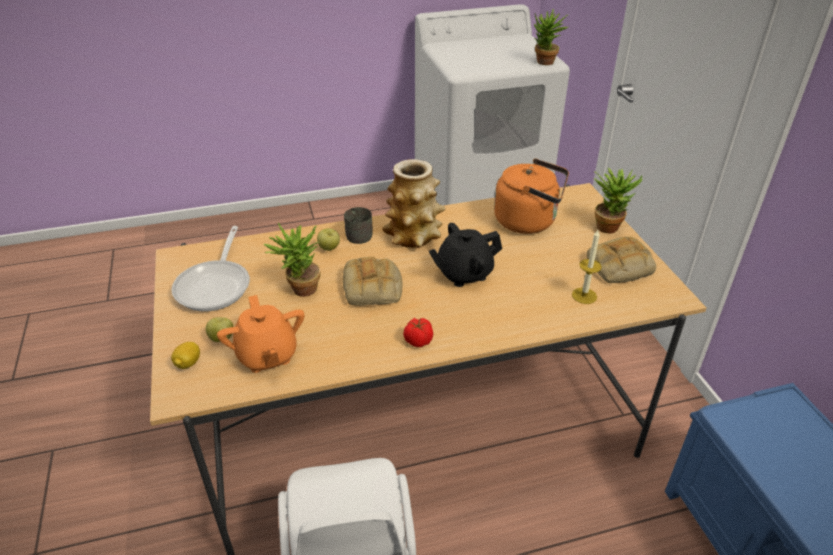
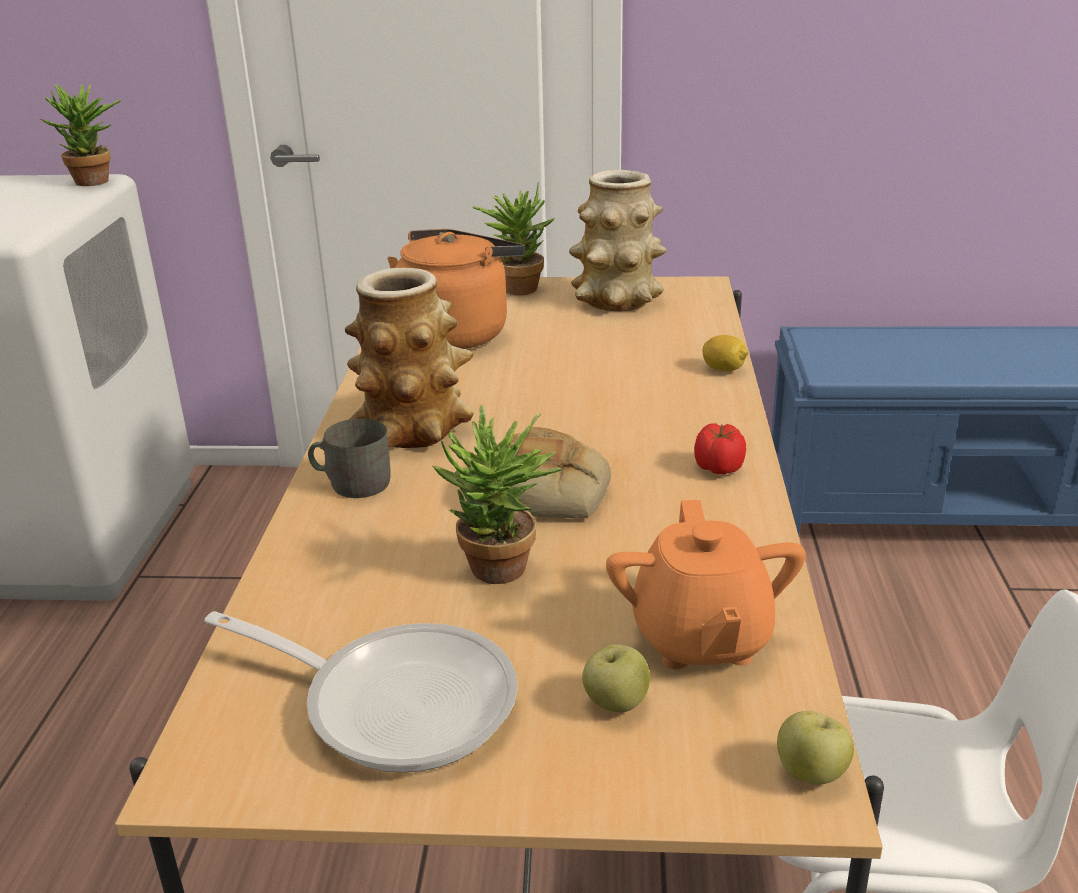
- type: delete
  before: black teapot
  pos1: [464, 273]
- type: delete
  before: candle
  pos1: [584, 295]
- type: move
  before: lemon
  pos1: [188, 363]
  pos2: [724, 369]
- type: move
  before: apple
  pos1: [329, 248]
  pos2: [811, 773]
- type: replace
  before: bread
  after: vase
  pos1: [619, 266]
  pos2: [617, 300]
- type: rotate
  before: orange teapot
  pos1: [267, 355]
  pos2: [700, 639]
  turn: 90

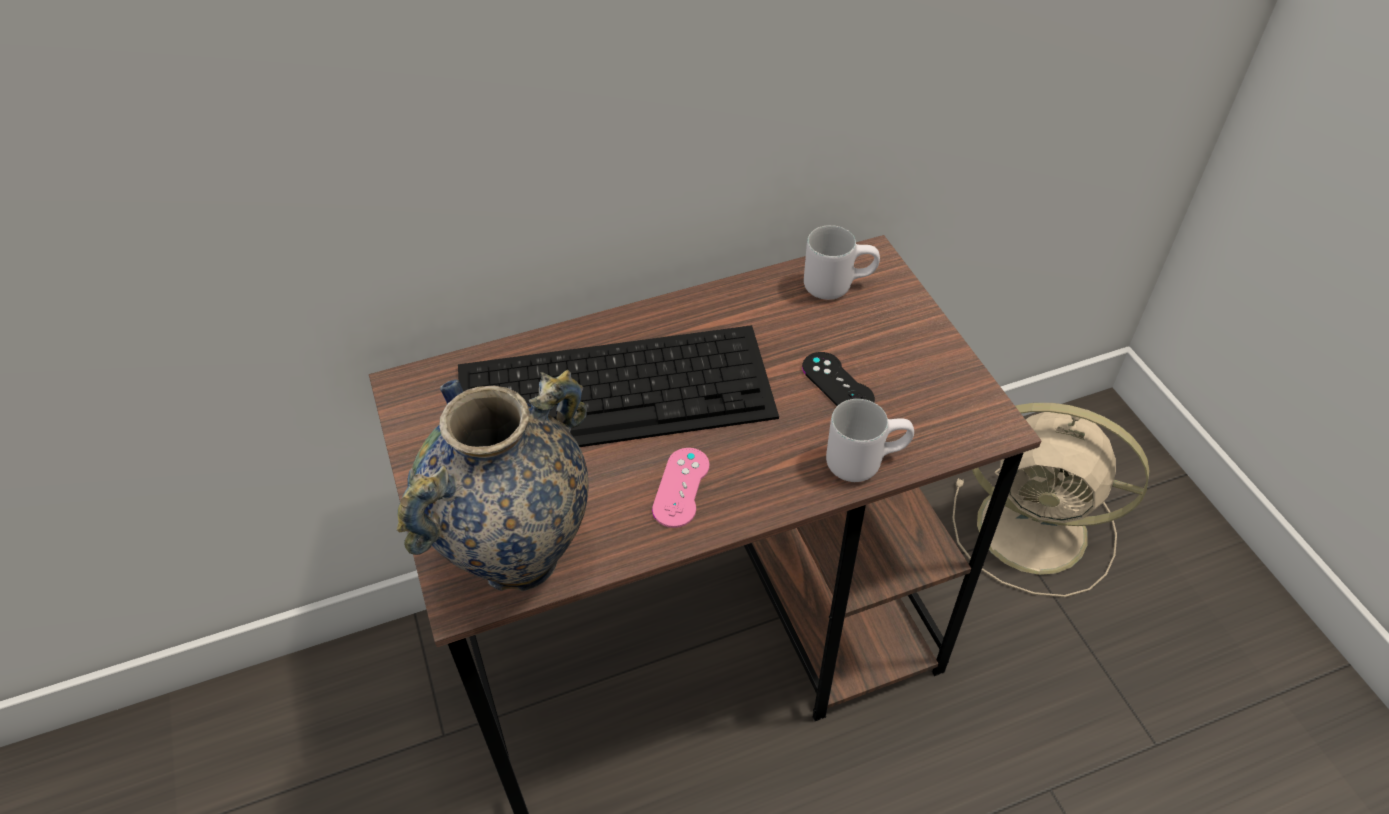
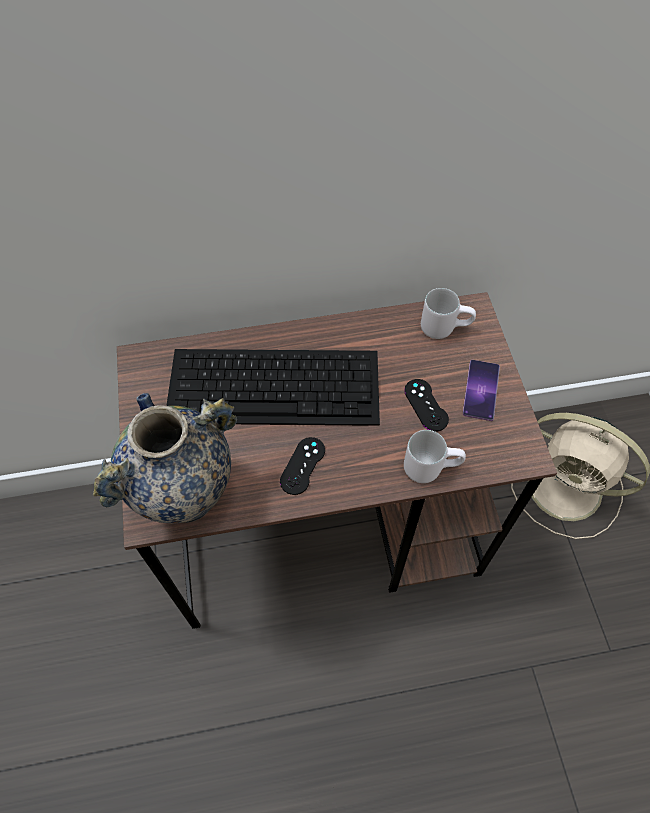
- type: insert
  after: phone
  pos2: [481, 390]
- type: recolor
  before: pink game controller
  after: black game controller
  pos1: [681, 487]
  pos2: [302, 466]

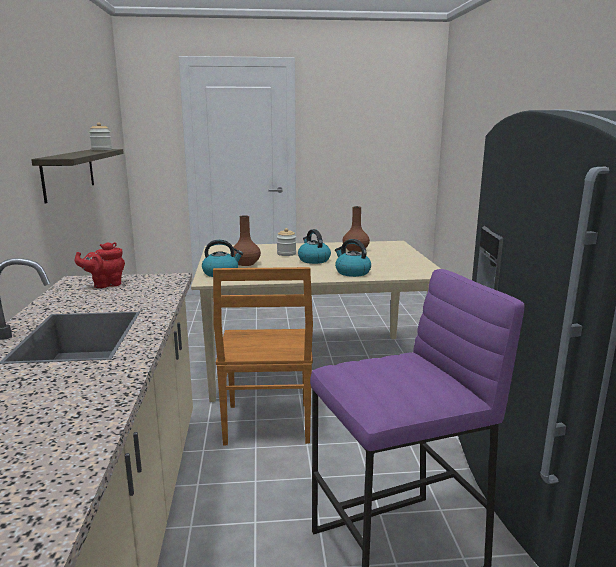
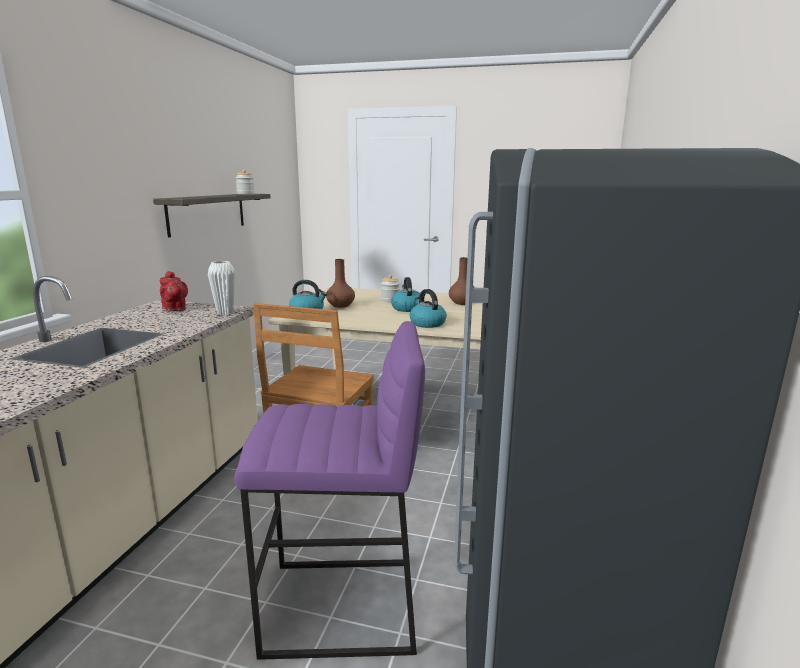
- type: insert
  after: white vase
  pos2: [225, 312]
- type: rotate
  before: red teapot
  pos1: [105, 284]
  pos2: [175, 309]
  turn: -120

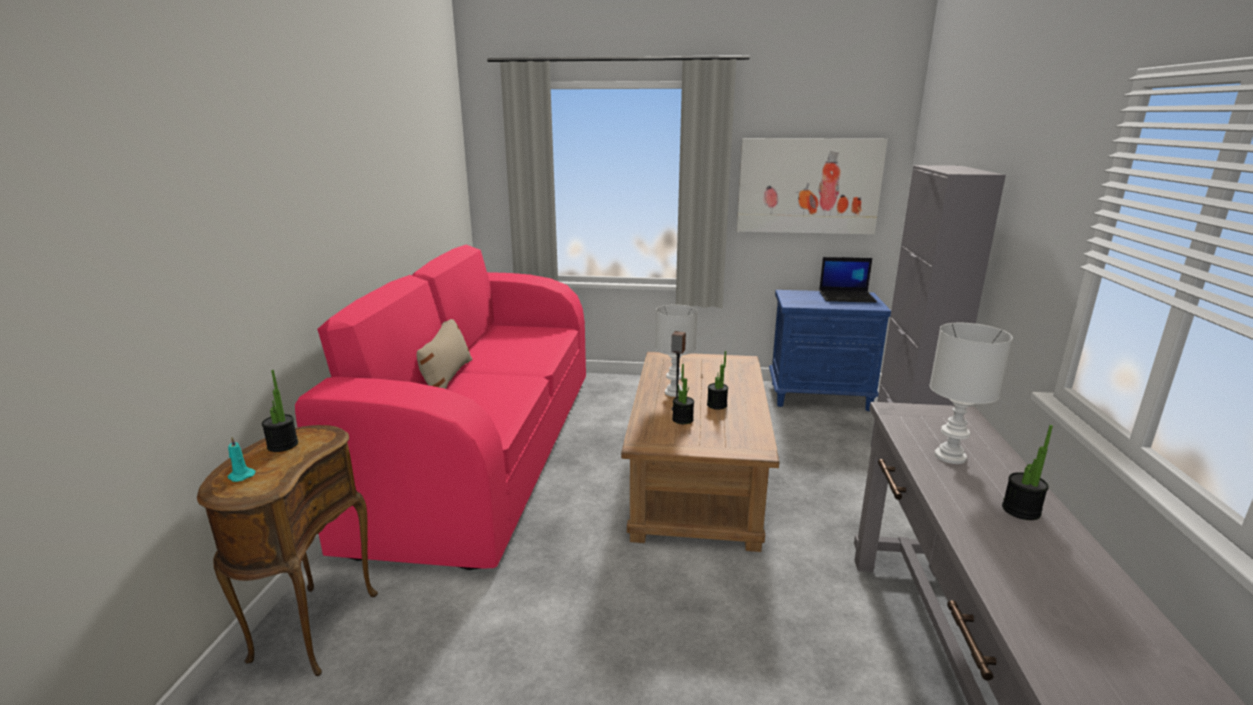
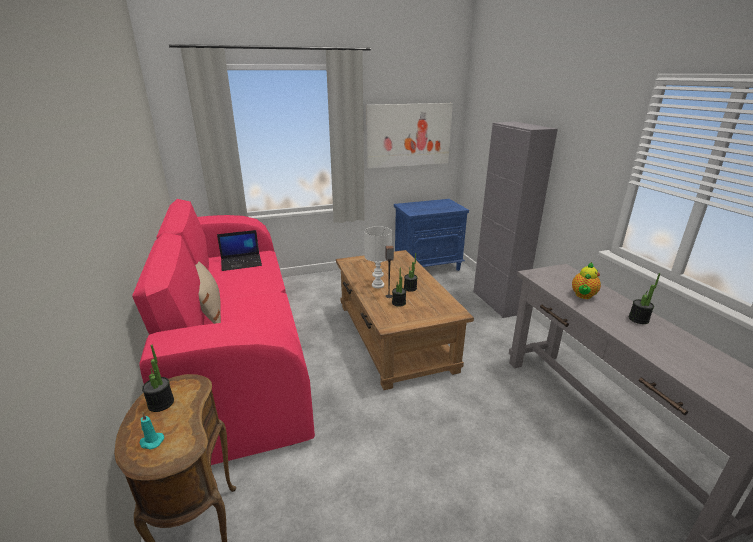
- type: move
  before: laptop
  pos1: [847, 297]
  pos2: [242, 262]
- type: replace
  before: white table lamp
  after: teapot
  pos1: [949, 456]
  pos2: [583, 296]

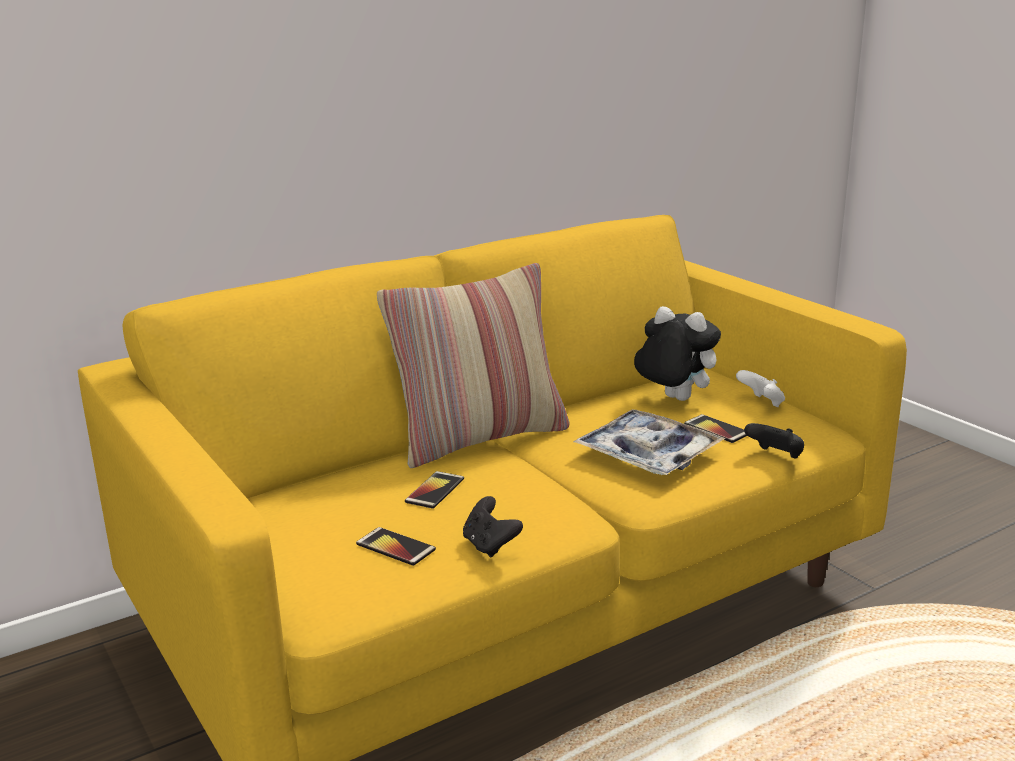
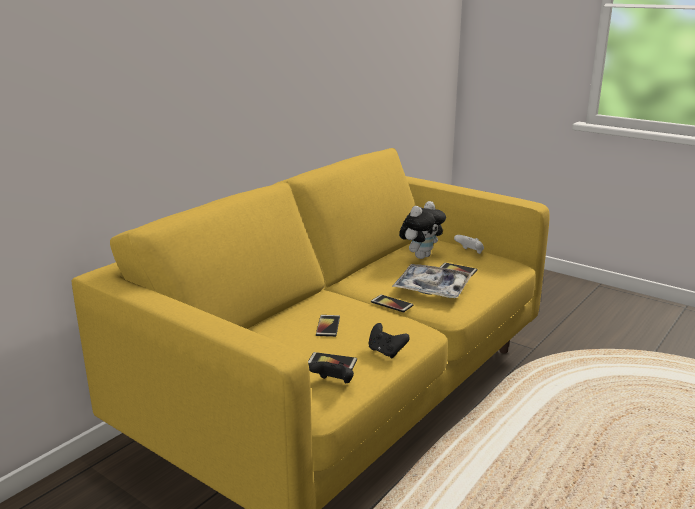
- type: delete
  before: pillow
  pos1: [480, 438]
- type: insert
  after: phone
  pos2: [391, 304]
- type: move
  before: black game controller
  pos1: [775, 456]
  pos2: [333, 384]
- type: rotate
  before: plush toy
  pos1: [673, 399]
  pos2: [421, 256]
  turn: 120

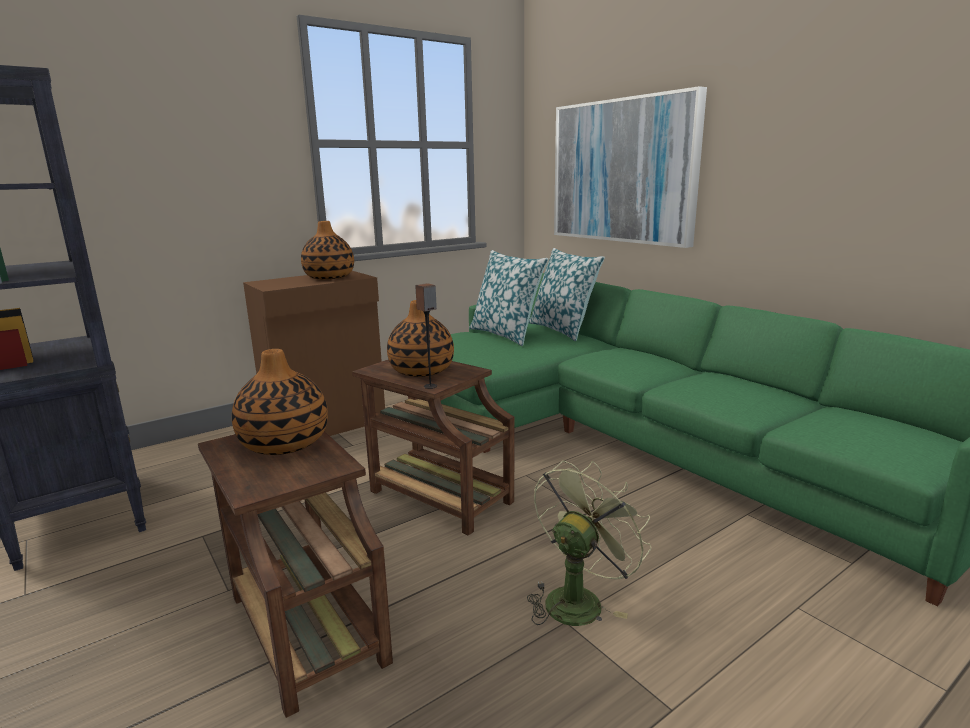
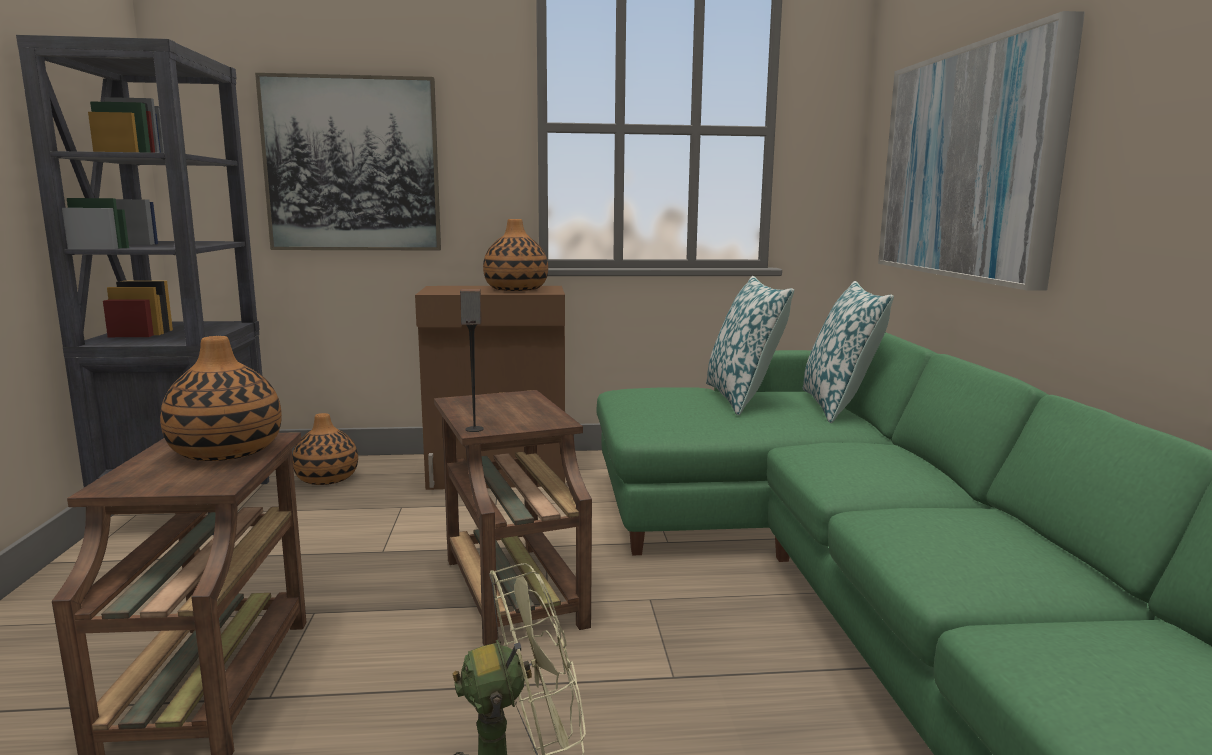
- type: insert
  after: picture
  pos2: [352, 165]
- type: move
  before: vase
  pos1: [421, 370]
  pos2: [327, 478]

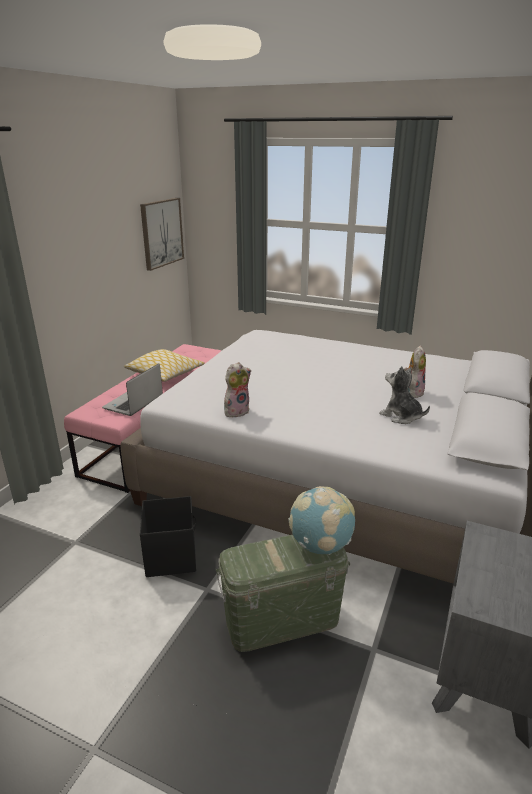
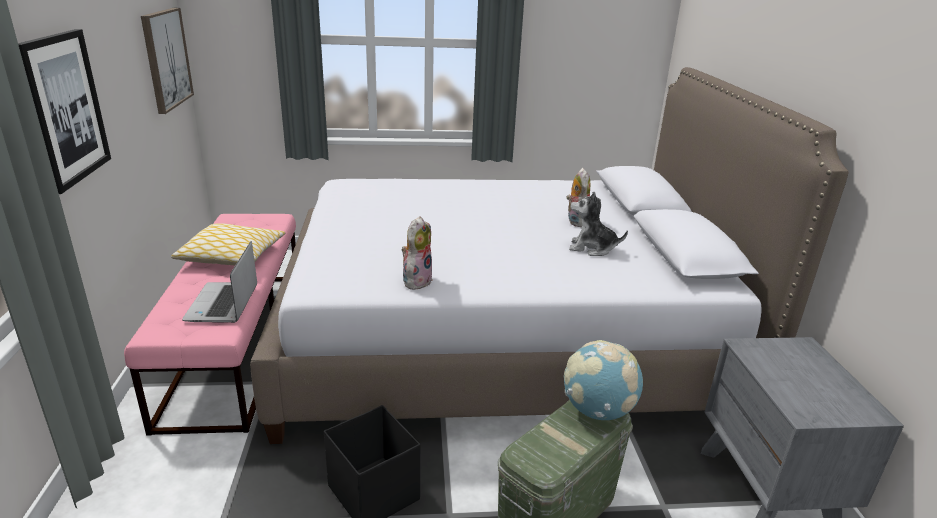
- type: insert
  after: picture
  pos2: [65, 109]

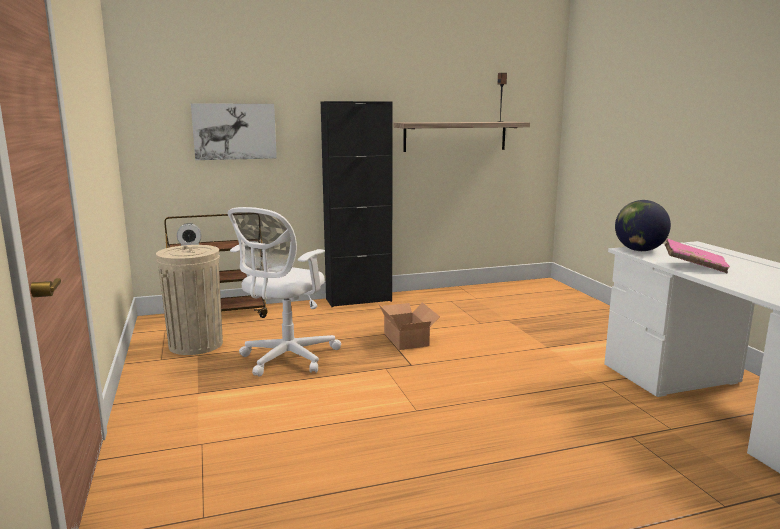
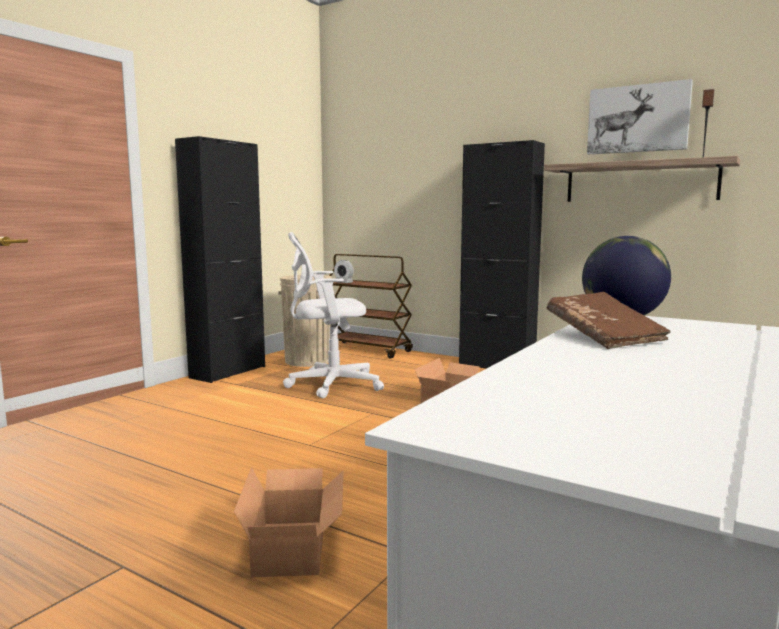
- type: insert
  after: black cabinet
  pos2: [228, 372]
- type: insert
  after: cardboard box
  pos2: [295, 546]
- type: move
  before: picture
  pos1: [234, 131]
  pos2: [638, 119]
- type: recolor
  before: pink book
  after: brown book
  pos1: [694, 266]
  pos2: [604, 337]

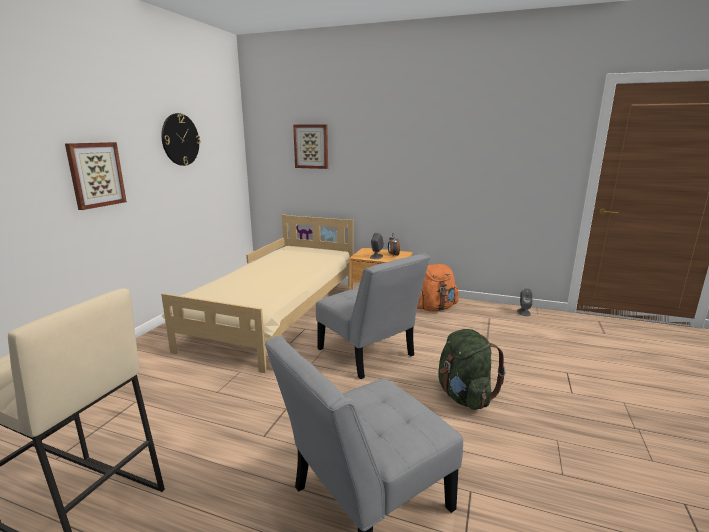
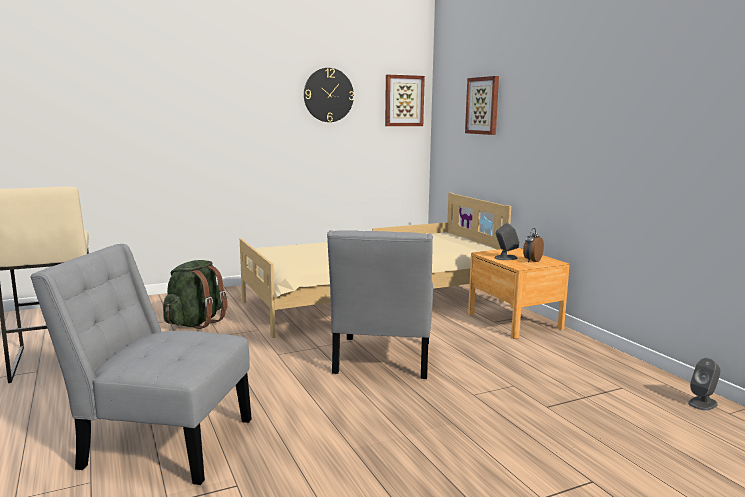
- type: delete
  before: orange backpack
  pos1: [434, 308]
- type: move
  before: picture
  pos1: [96, 174]
  pos2: [403, 101]
- type: move
  before: green backpack
  pos1: [464, 396]
  pos2: [196, 323]

